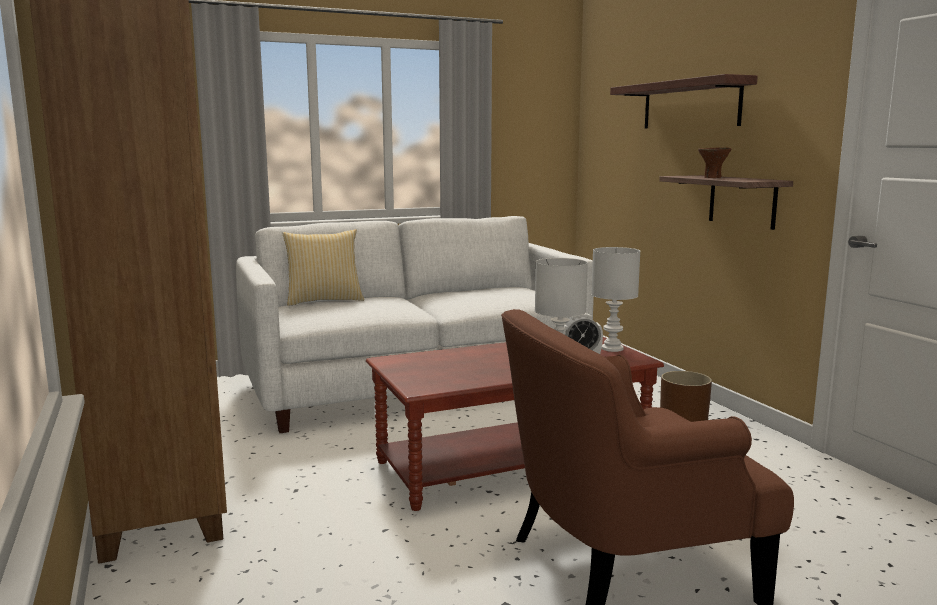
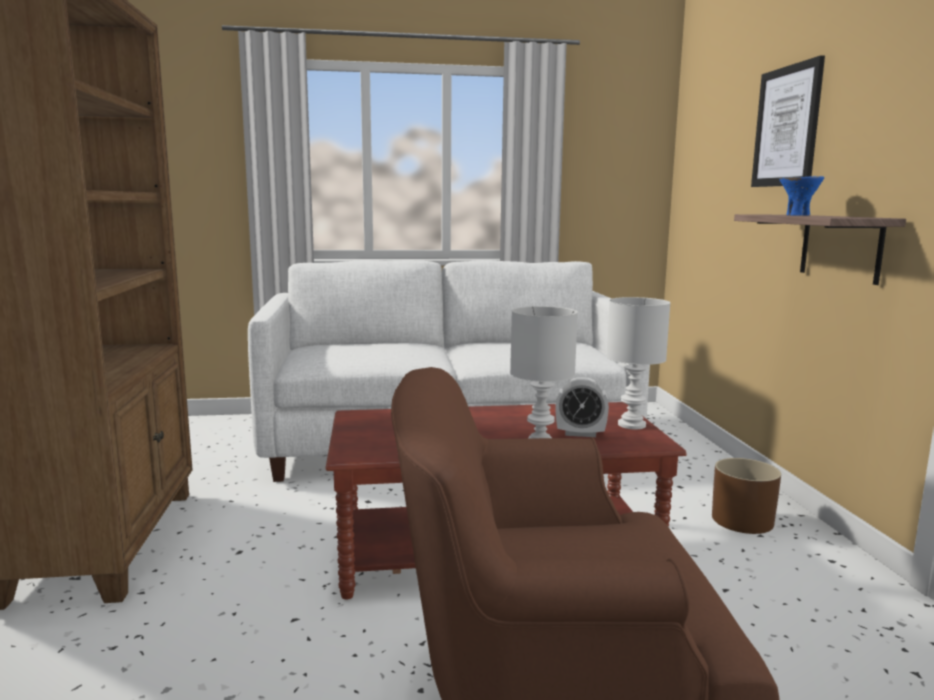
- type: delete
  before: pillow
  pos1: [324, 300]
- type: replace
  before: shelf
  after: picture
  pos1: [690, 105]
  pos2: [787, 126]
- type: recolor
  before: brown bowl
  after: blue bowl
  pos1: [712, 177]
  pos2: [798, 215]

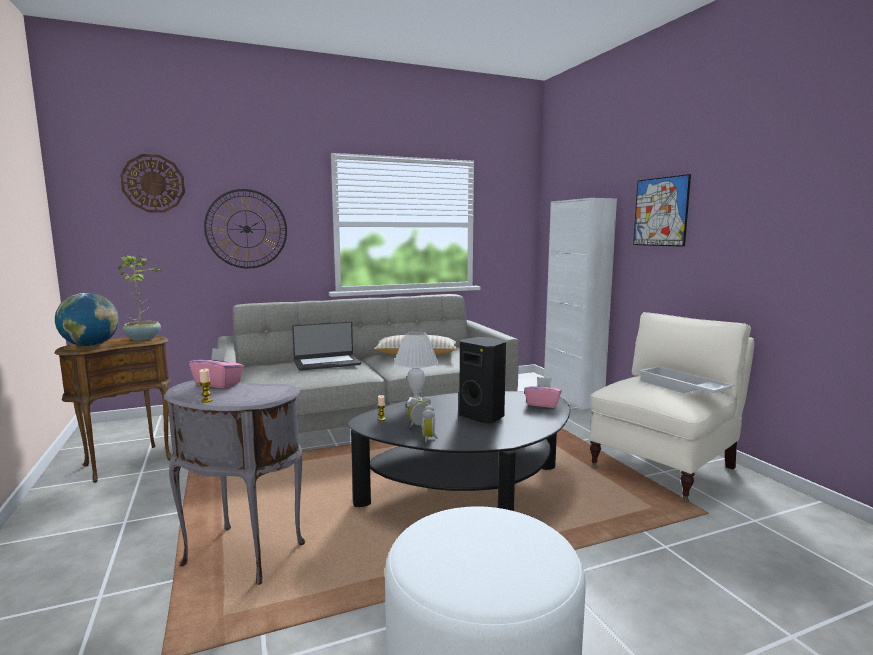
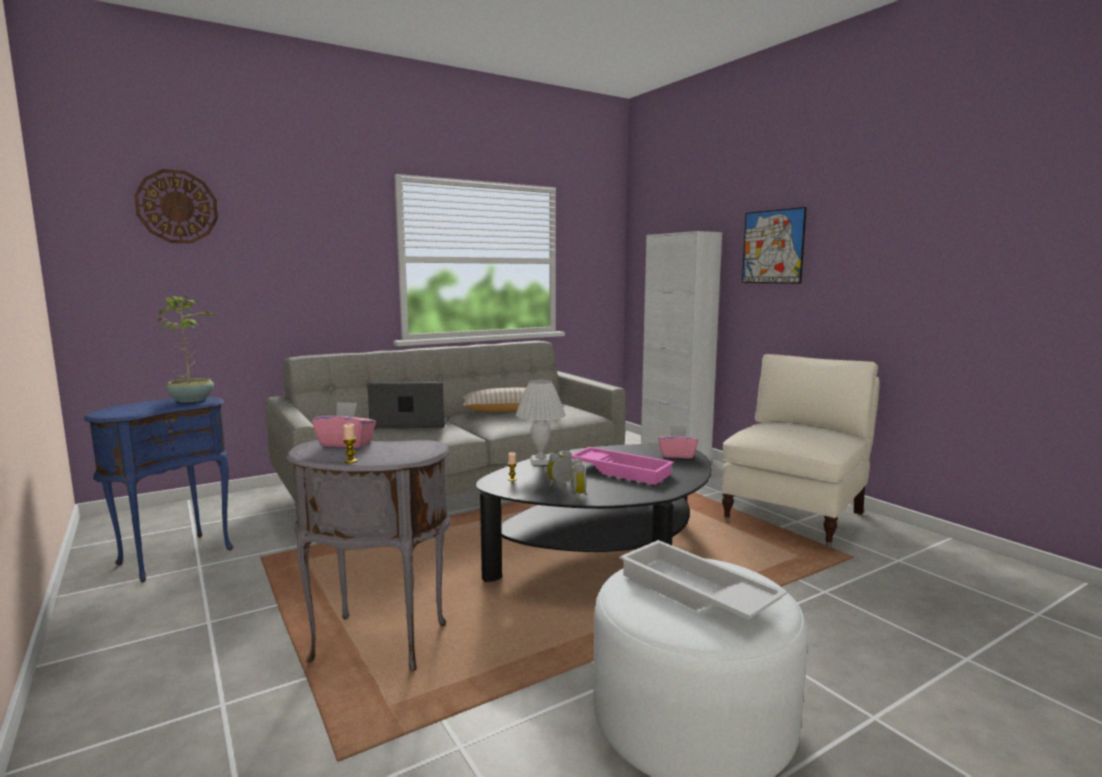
- type: delete
  before: globe
  pos1: [90, 346]
- type: delete
  before: wall clock
  pos1: [246, 229]
- type: move
  before: white tray
  pos1: [681, 388]
  pos2: [694, 593]
- type: replace
  before: black speaker
  after: pink tray
  pos1: [483, 416]
  pos2: [622, 471]
- type: recolor
  before: brown side table
  after: blue side table
  pos1: [126, 462]
  pos2: [173, 556]
- type: rotate
  before: laptop
  pos1: [327, 363]
  pos2: [410, 423]
  turn: -150

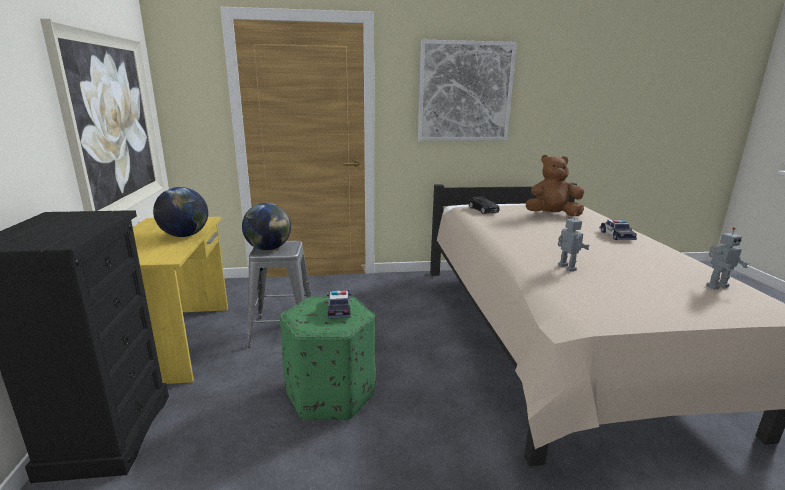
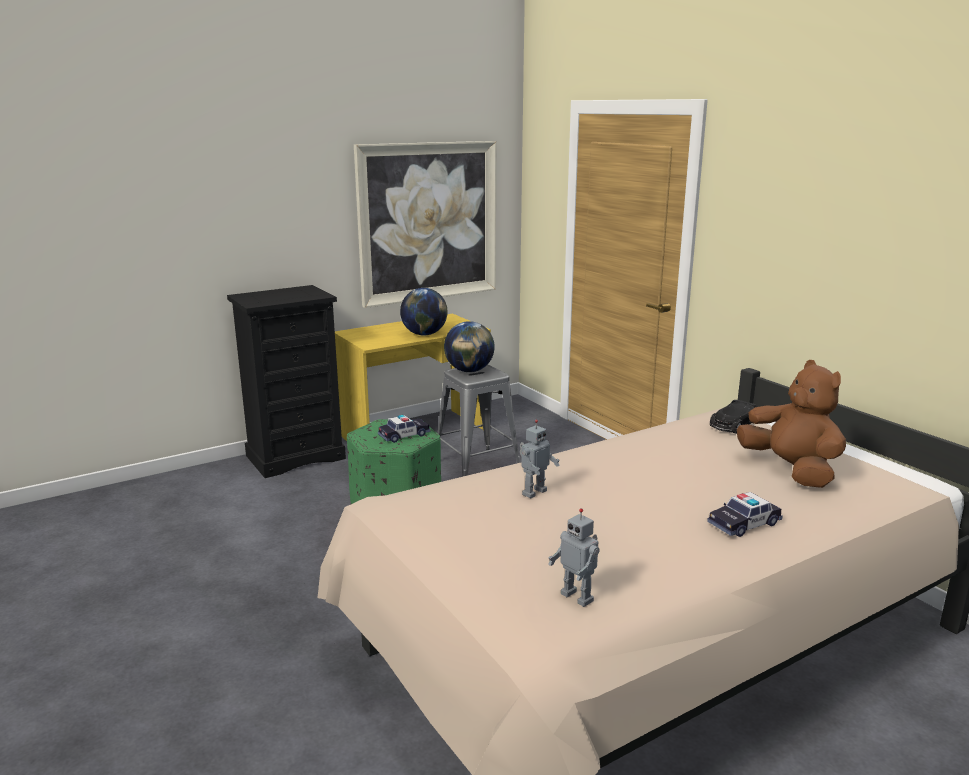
- type: delete
  before: picture
  pos1: [465, 92]

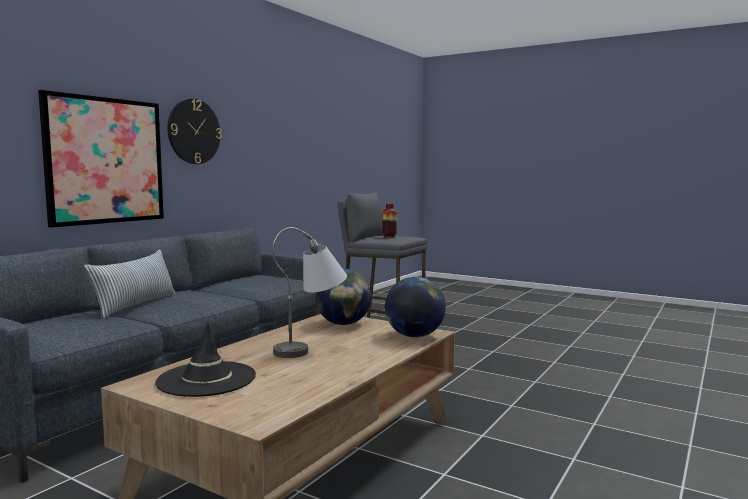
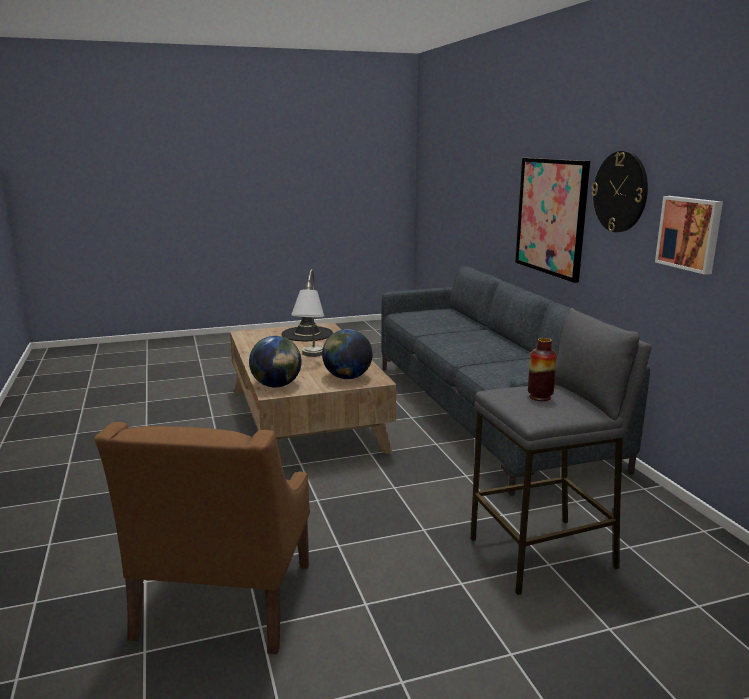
- type: delete
  before: pillow
  pos1: [135, 305]
- type: insert
  after: brown armchair
  pos2: [223, 601]
- type: insert
  after: picture
  pos2: [690, 233]

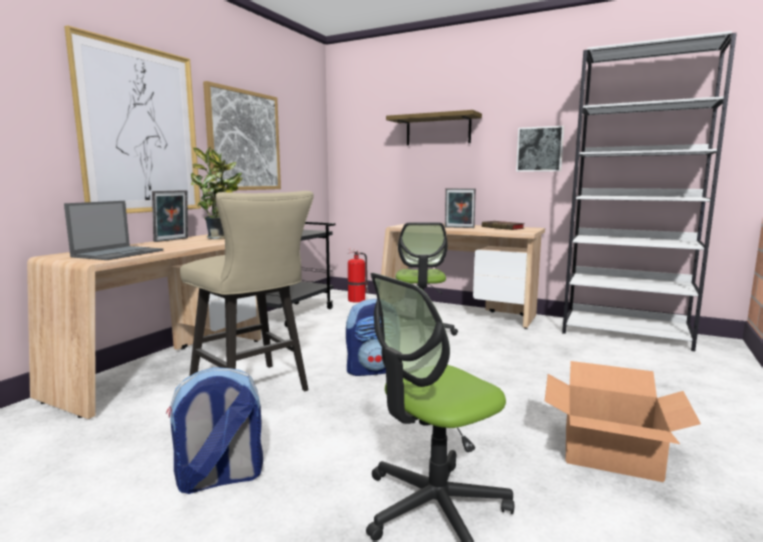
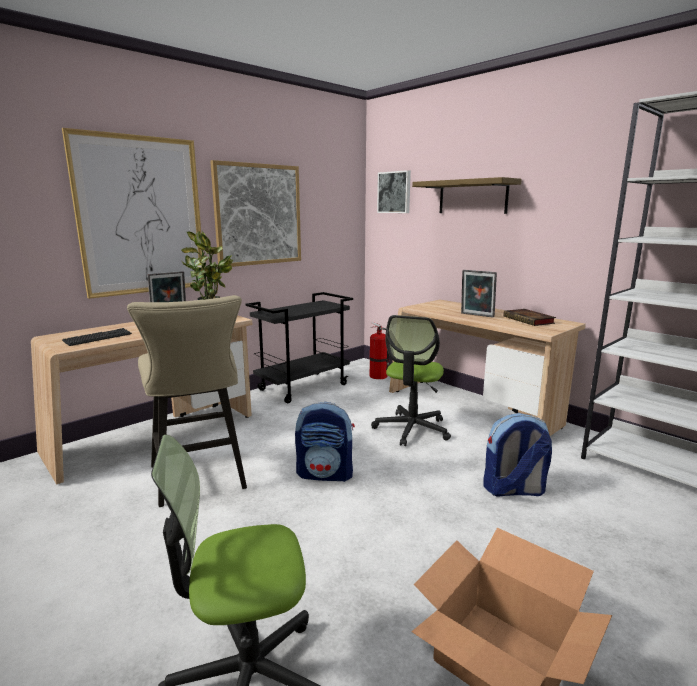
- type: move
  before: backpack
  pos1: [219, 478]
  pos2: [513, 490]
- type: move
  before: picture
  pos1: [540, 149]
  pos2: [394, 192]
- type: replace
  before: laptop
  after: keyboard
  pos1: [119, 253]
  pos2: [98, 338]

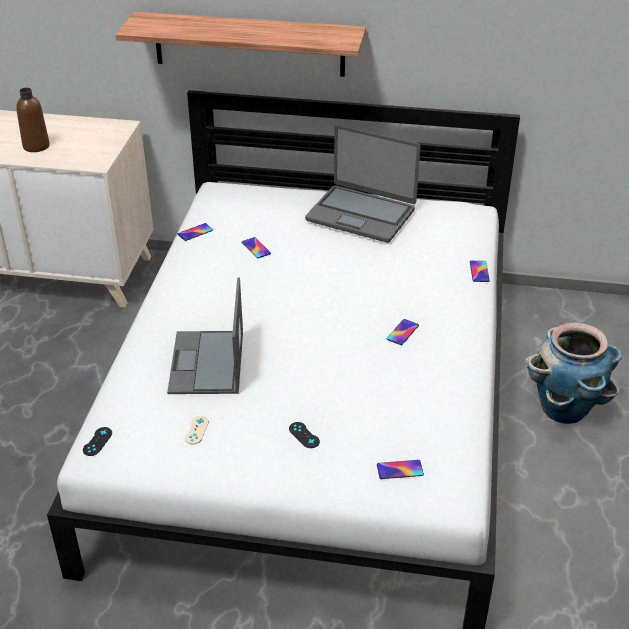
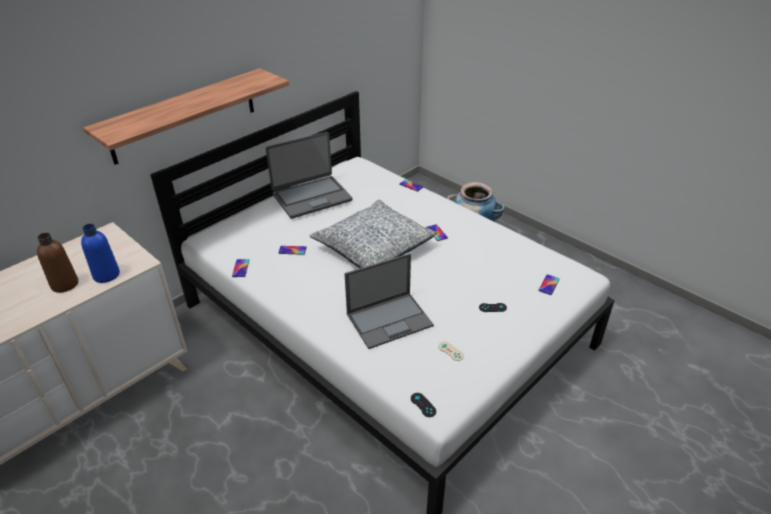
- type: insert
  after: blue bottle
  pos2: [106, 275]
- type: insert
  after: pillow
  pos2: [374, 247]
- type: rotate
  before: laptop
  pos1: [207, 363]
  pos2: [390, 319]
  turn: -60

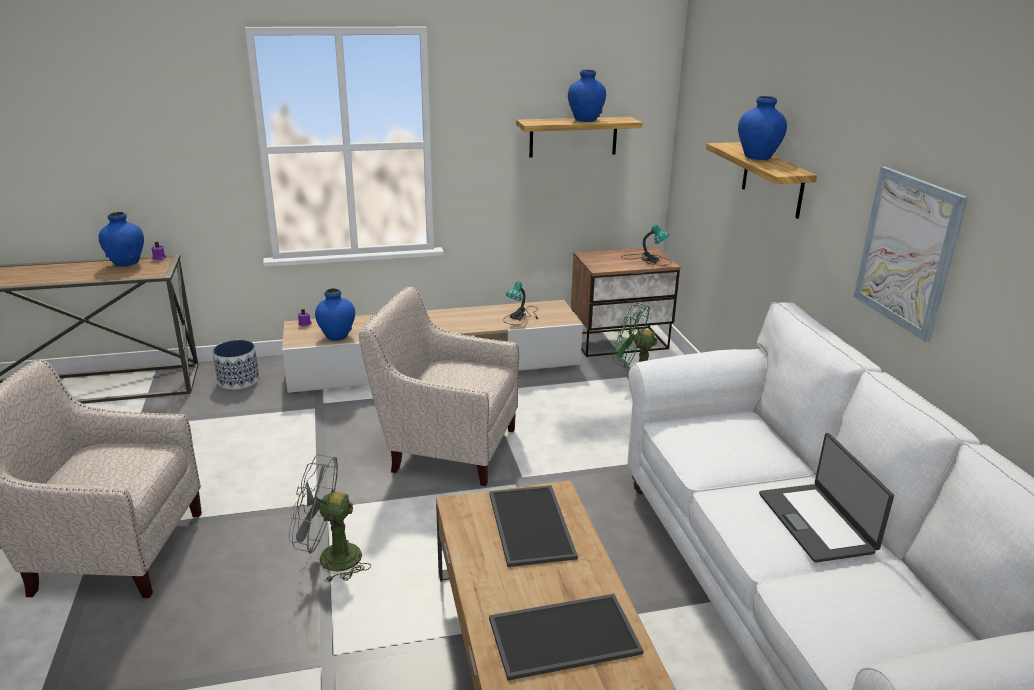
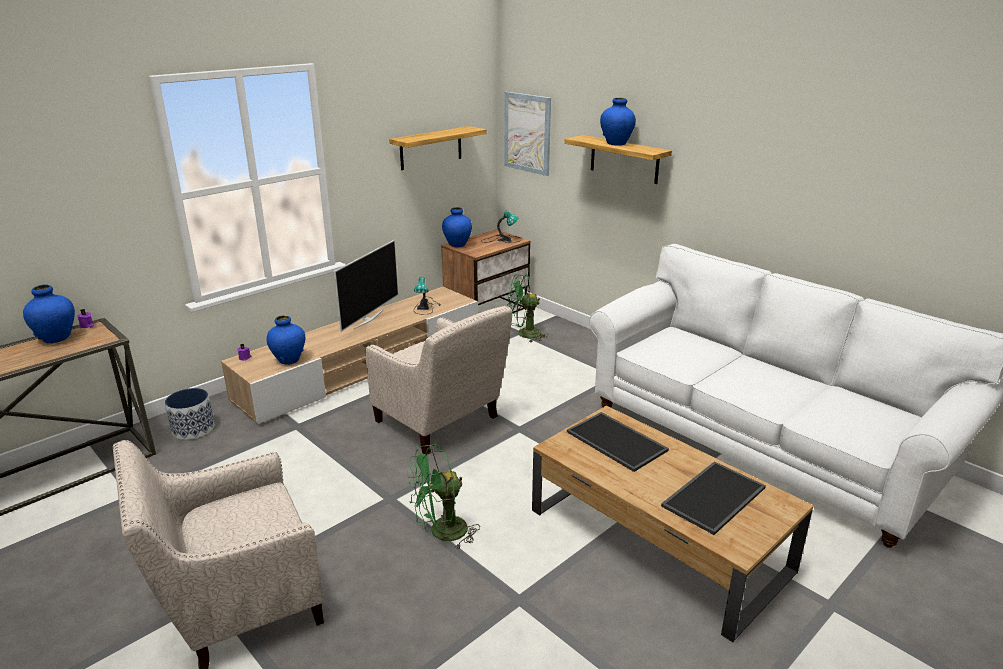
- type: delete
  before: laptop
  pos1: [817, 522]
- type: insert
  after: television
  pos2: [368, 319]
- type: move
  before: blue vase
  pos1: [585, 120]
  pos2: [457, 244]
- type: move
  before: picture
  pos1: [907, 251]
  pos2: [527, 133]
- type: recolor
  before: grey fan
  after: green fan
  pos1: [330, 558]
  pos2: [441, 533]
- type: rotate
  before: beige armchair
  pos1: [446, 446]
  pos2: [440, 423]
  turn: -120

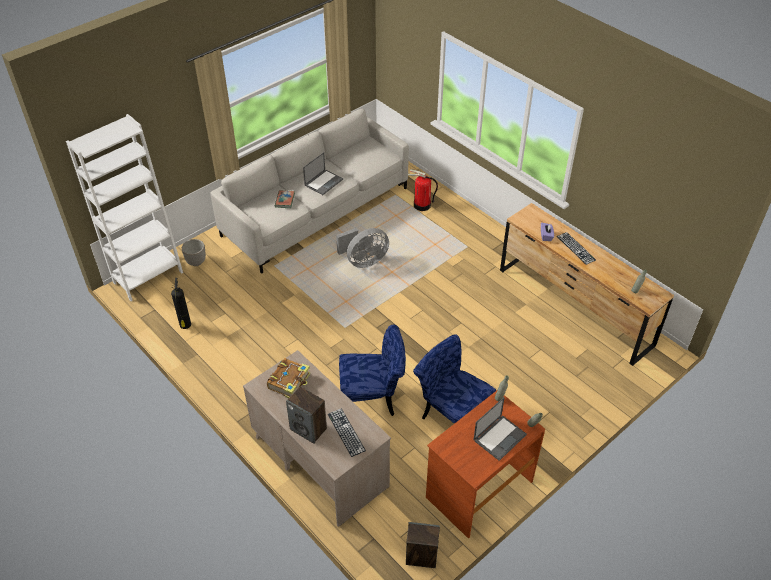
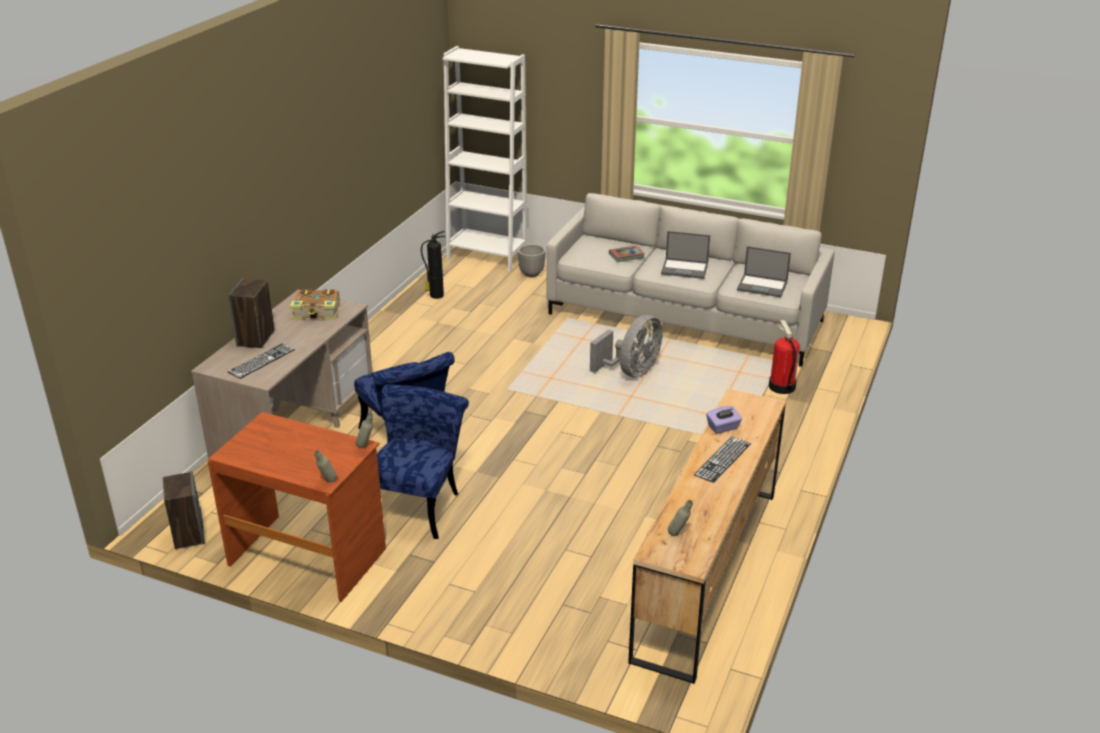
- type: move
  before: laptop
  pos1: [500, 437]
  pos2: [763, 286]
- type: rotate
  before: grey fan
  pos1: [364, 261]
  pos2: [631, 372]
  turn: -90

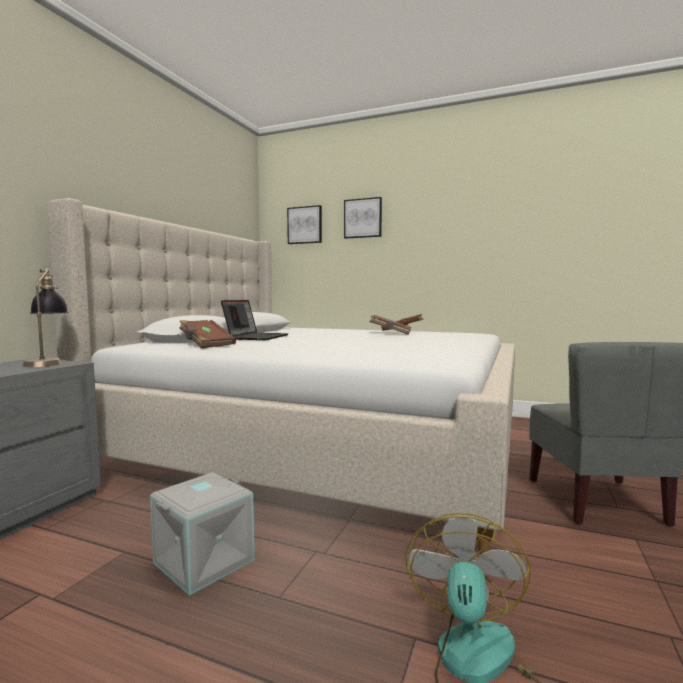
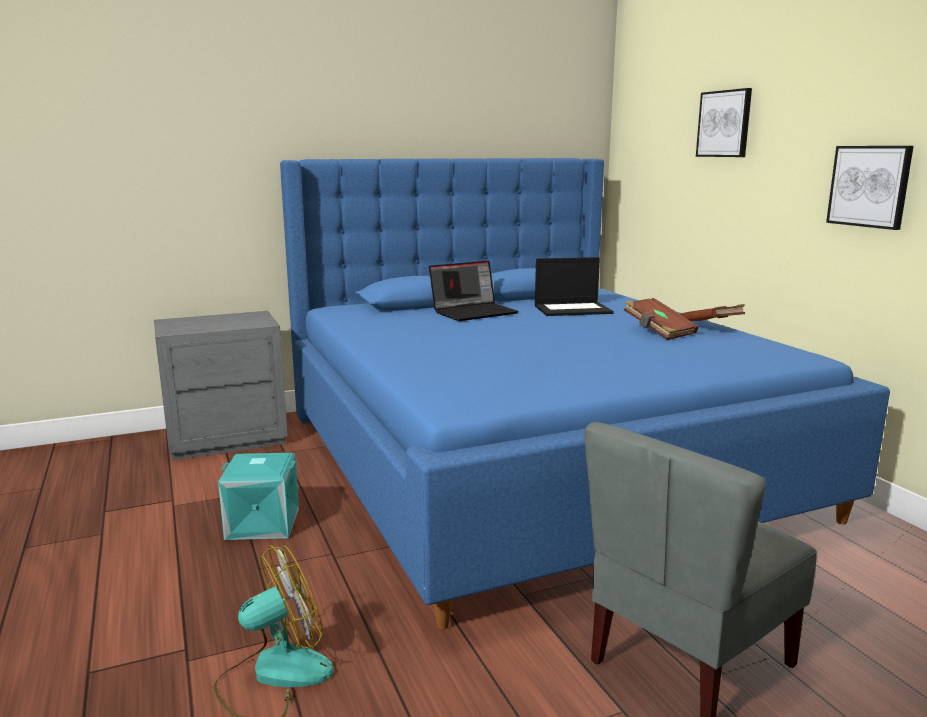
- type: delete
  before: table lamp
  pos1: [48, 362]
- type: delete
  before: brown book
  pos1: [206, 345]
- type: insert
  after: laptop
  pos2: [573, 309]
- type: move
  before: picture
  pos1: [305, 225]
  pos2: [869, 186]
- type: recolor
  before: beige bed
  after: blue bed
  pos1: [323, 442]
  pos2: [532, 460]
- type: recolor
  before: grey storage box
  after: turquoise storage box
  pos1: [204, 562]
  pos2: [262, 524]

